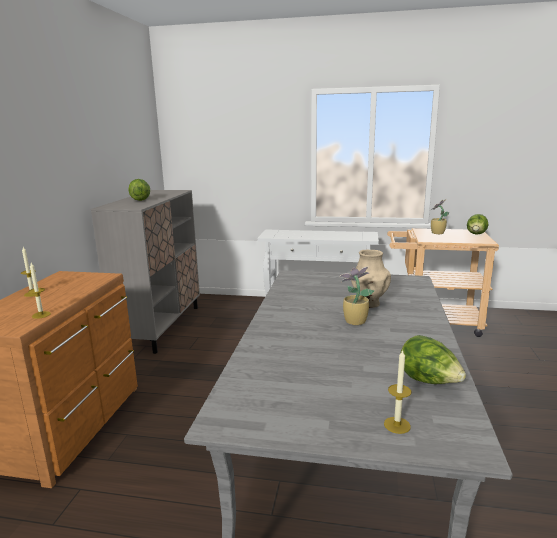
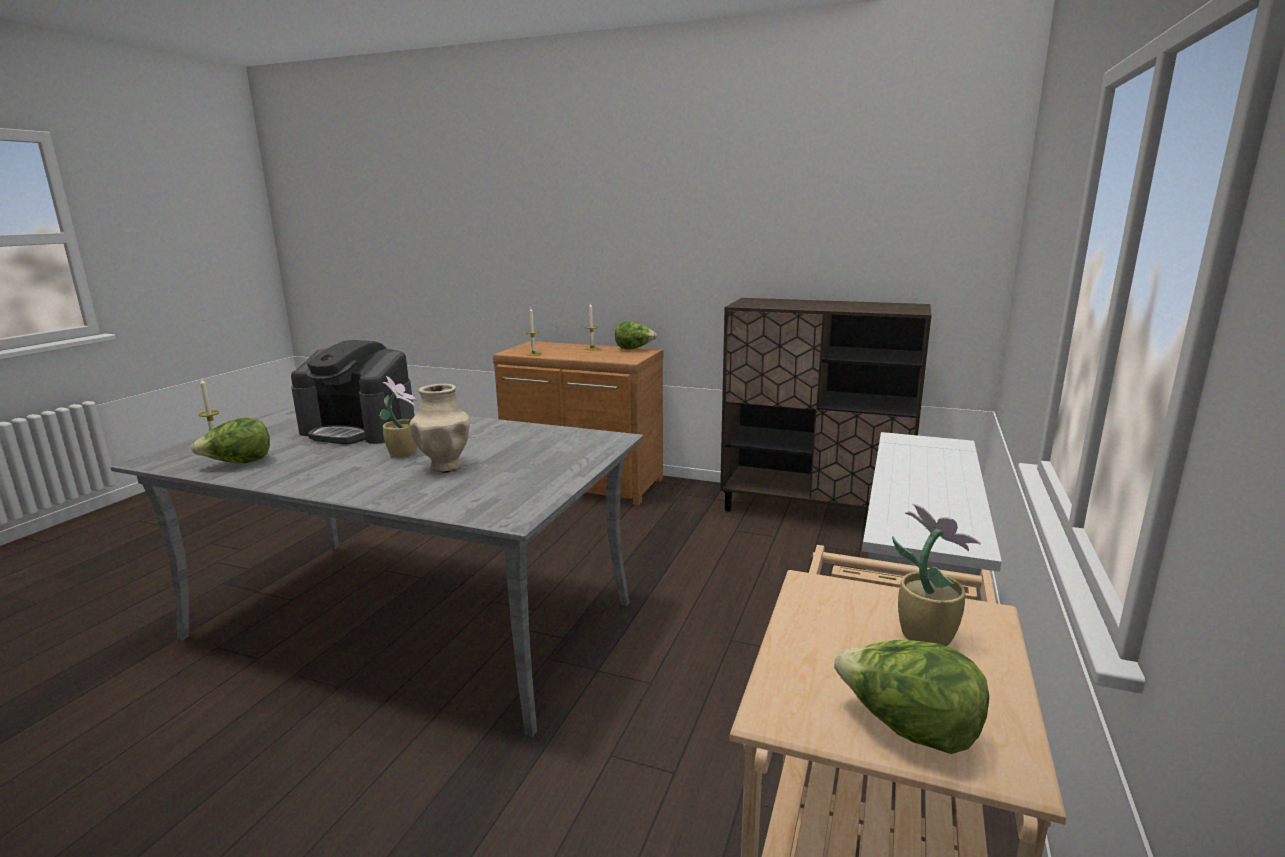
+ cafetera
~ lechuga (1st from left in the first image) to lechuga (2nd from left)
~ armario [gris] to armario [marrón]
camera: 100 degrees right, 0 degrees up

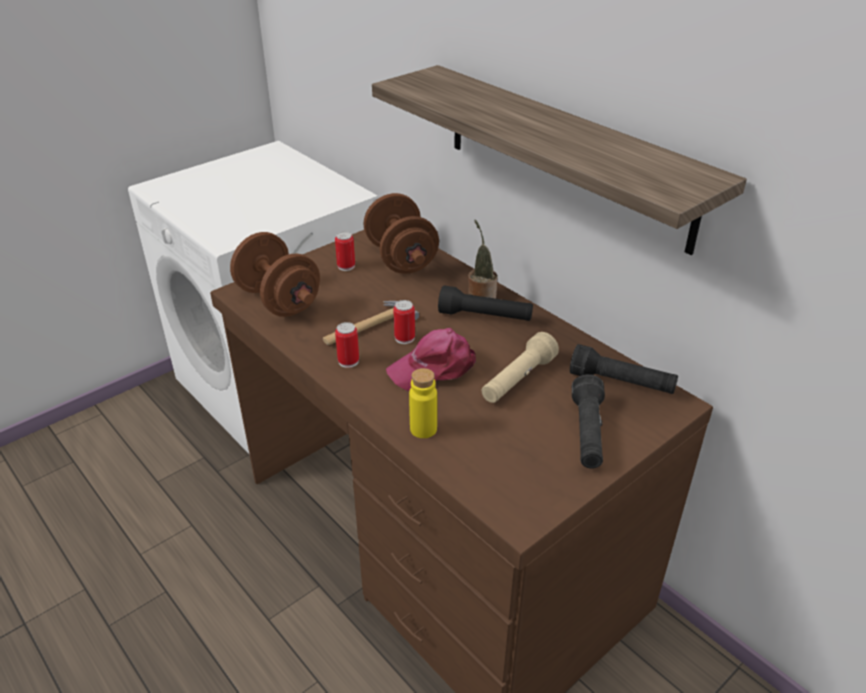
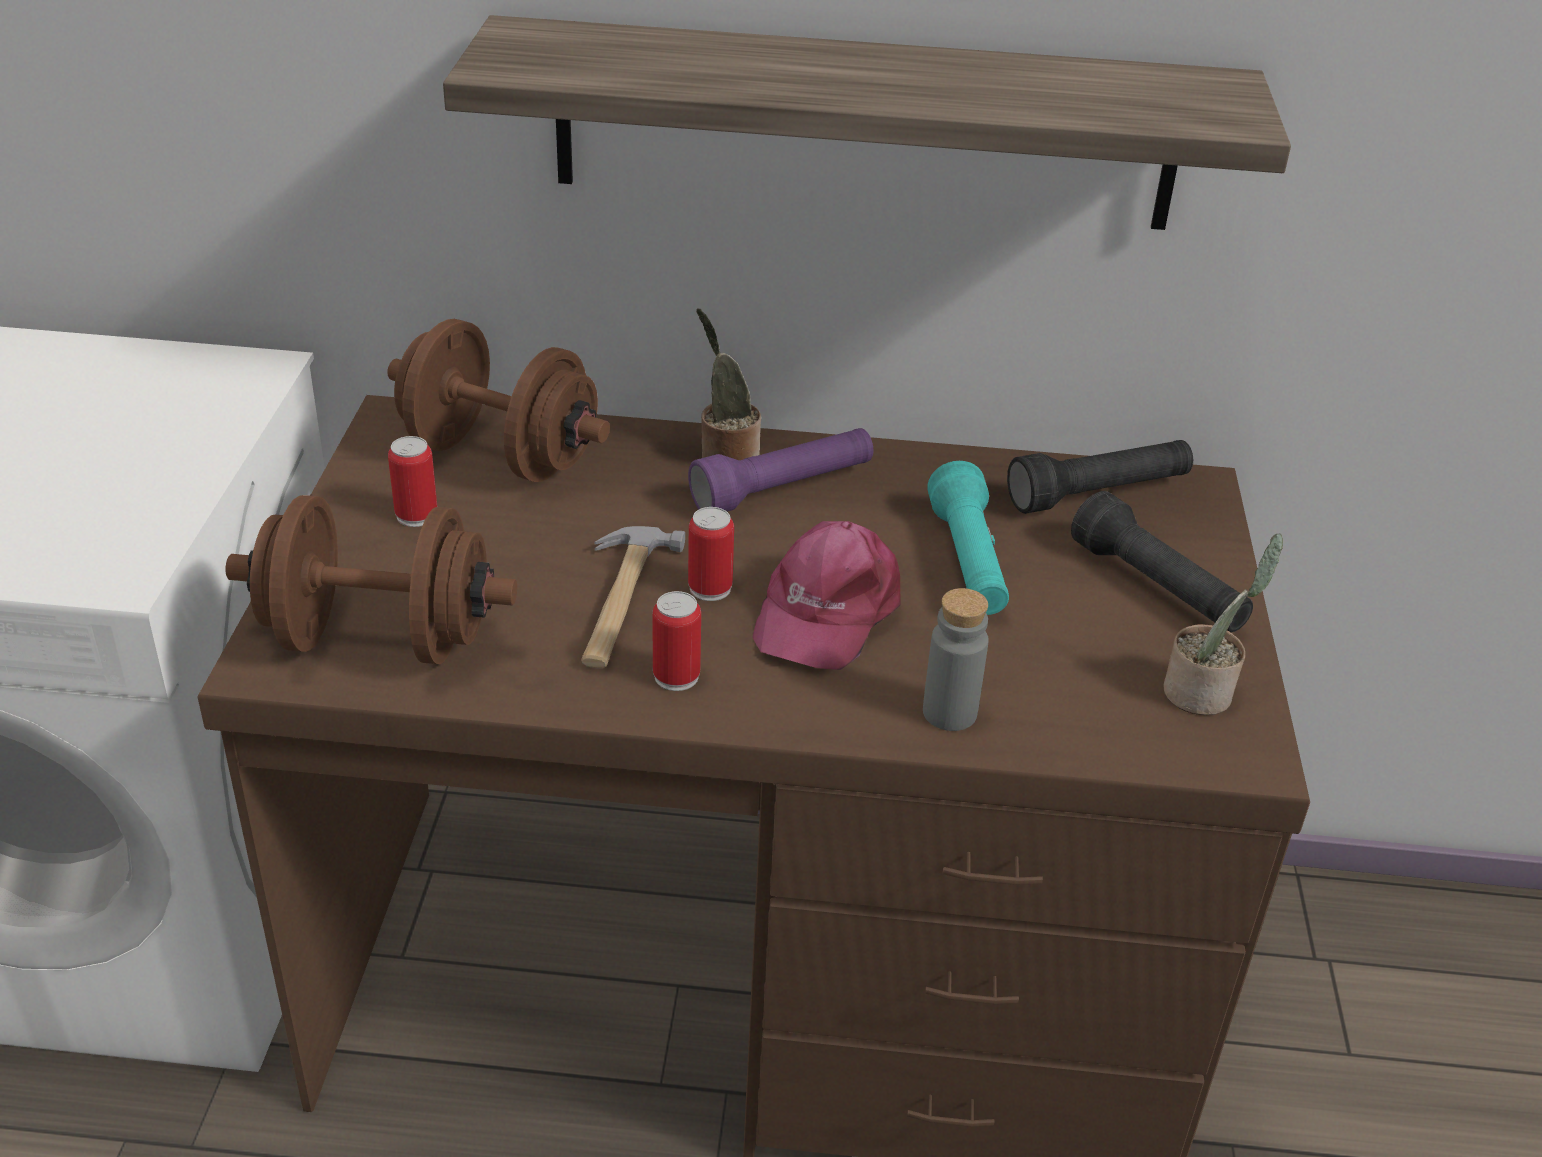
~ linterna [negro] (1st from left) to linterna [morado]
~ botella [amarillo] to botella [gris]
~ linterna [beis] to linterna [turquesa]
+ planta en maceta (2nd from left)
camera: 45 degrees left, 0 degrees up

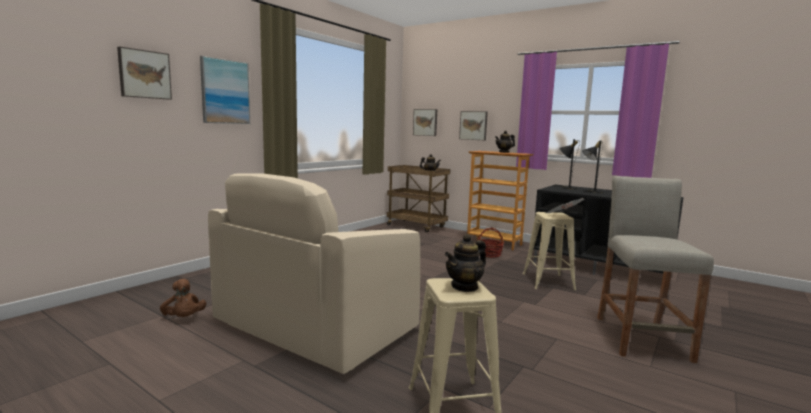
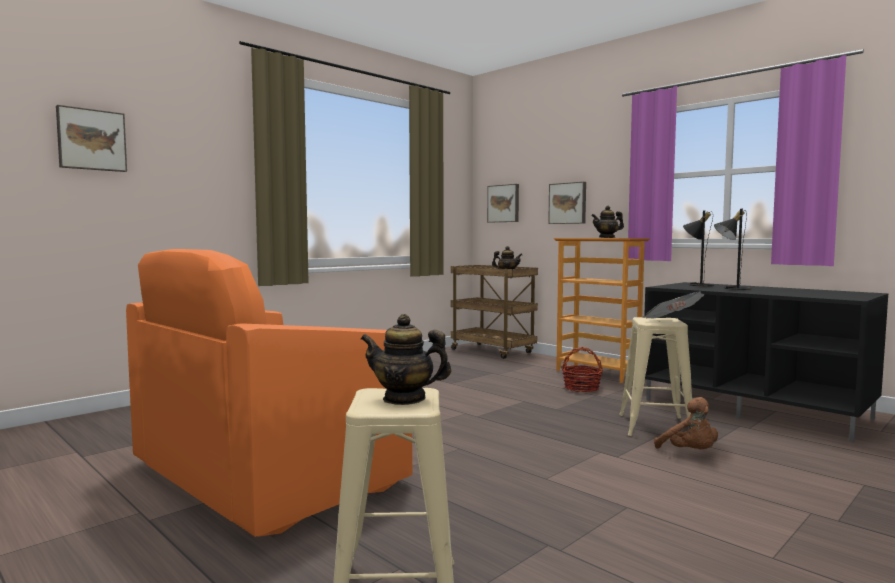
~ sillón [beis] to sillón [naranja]
~ tetera (2nd from left in the first image) 45 degrees clockwise
~ peluche [marrón]
- cuadro (2nd from left)
- taburete [beis] (3rd from left)
camera: 10 degrees right, 5 degrees down

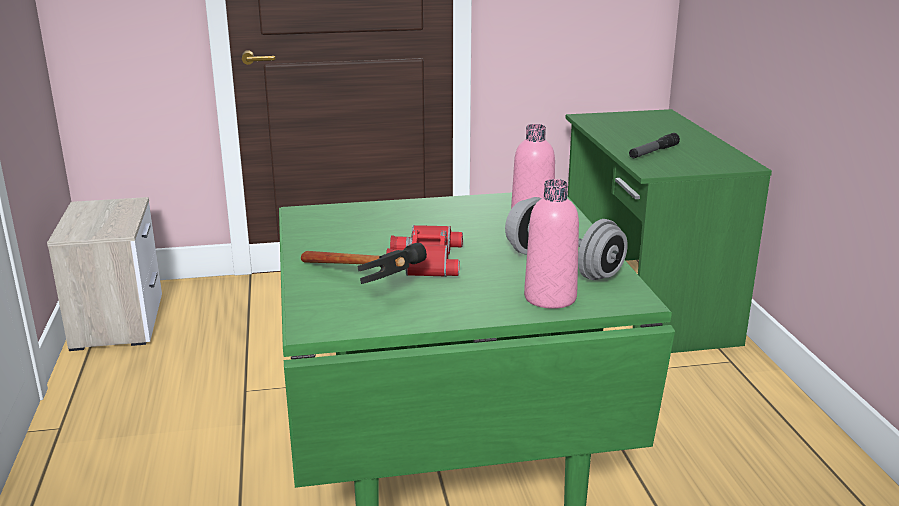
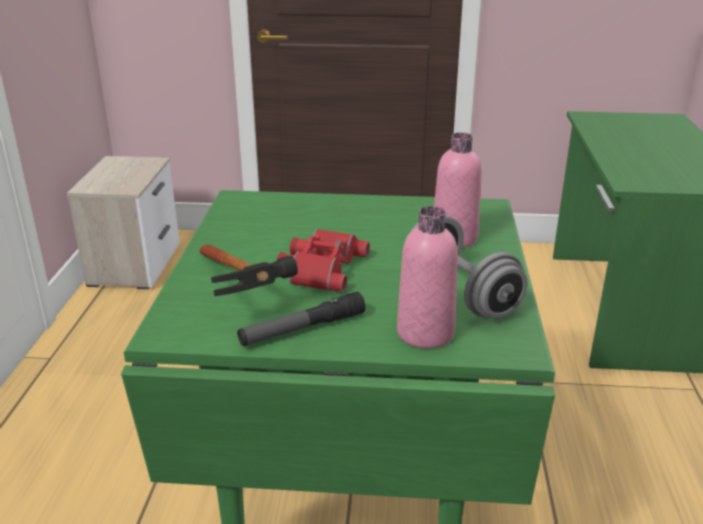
~ linterna
camera: 15 degrees right, 5 degrees up

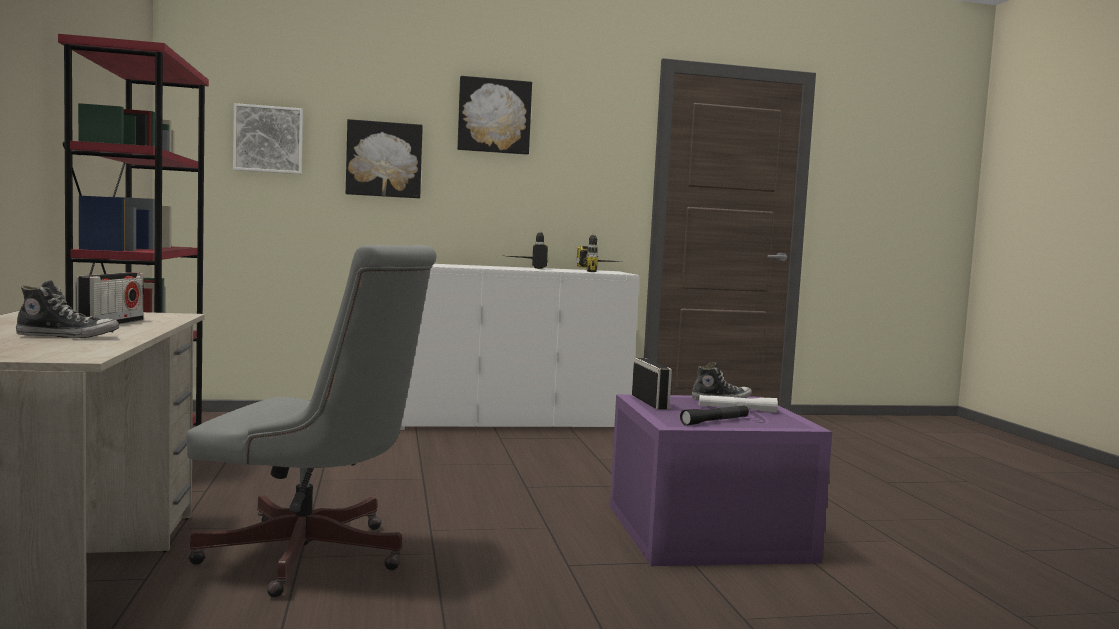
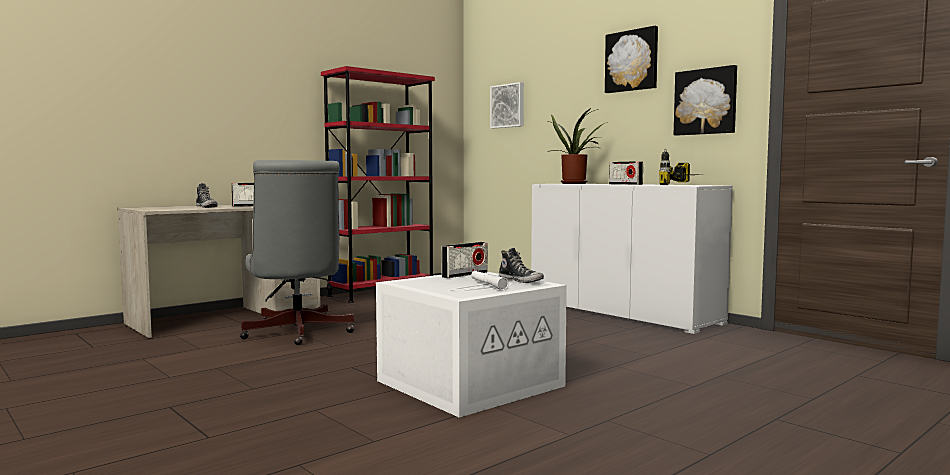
~ caja de almacenaje [morado] to caja de almacenaje [blanco]
+ planta en maceta
~ taladro (1st from left) to radio (3rd from left)
~ cuadro (2nd from left in the first image) to cuadro (3rd from left)
- linterna [negro]
camera: 60 degrees right, 0 degrees up

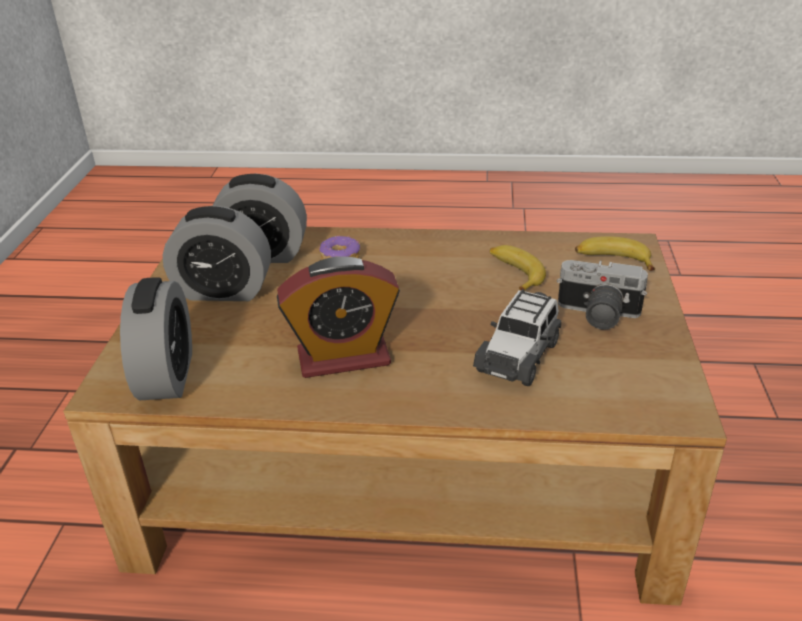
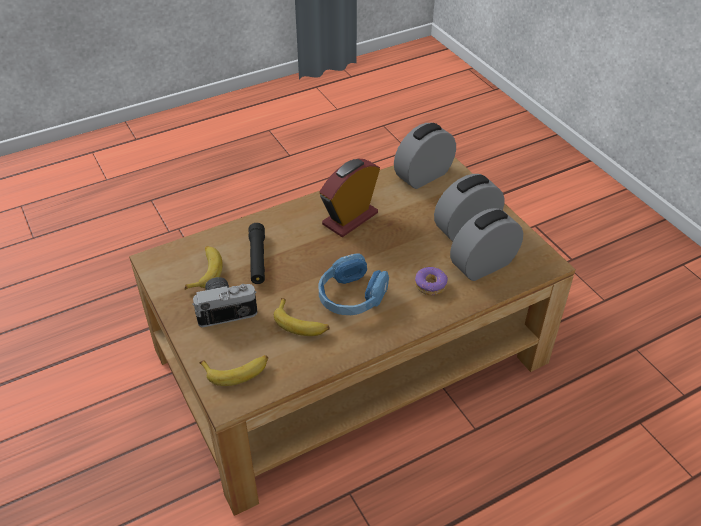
+ plátano (1st from left)
~ coche de juguete to linterna [negro]
+ auriculares [azul]
~ despertador (1st from left in the first image) 90 degrees clockwise
camera: 145 degrees right, 10 degrees up

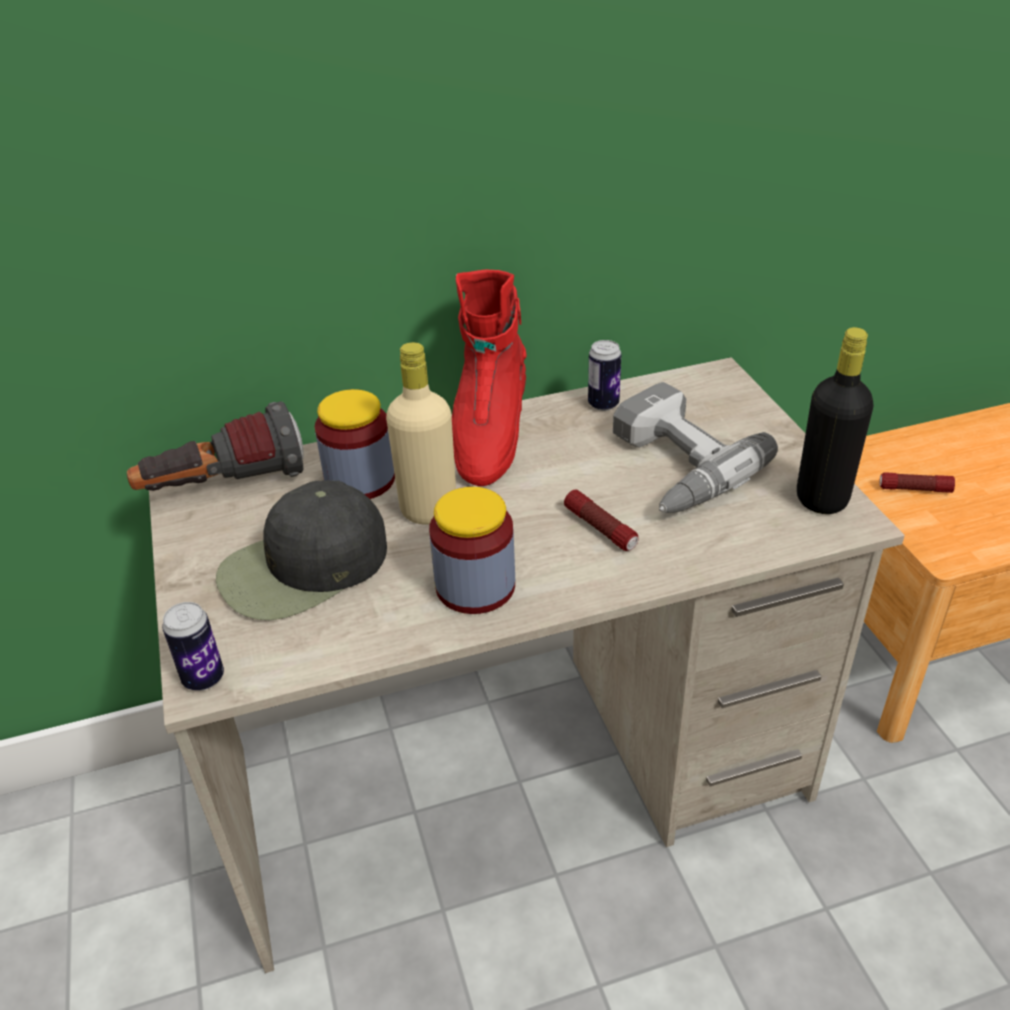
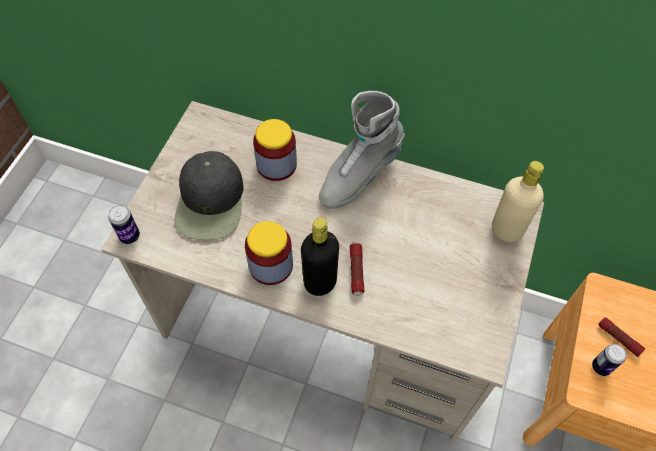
~ gorra [negro] 90 degrees counterclockwise
~ botella [negro]
~ bota [rojo] to bota [gris]
~ botella [beis]
~ lata (2nd from left)
- linterna (1st from left)
- taladro
camera: 35 degrees right, 20 degrees up

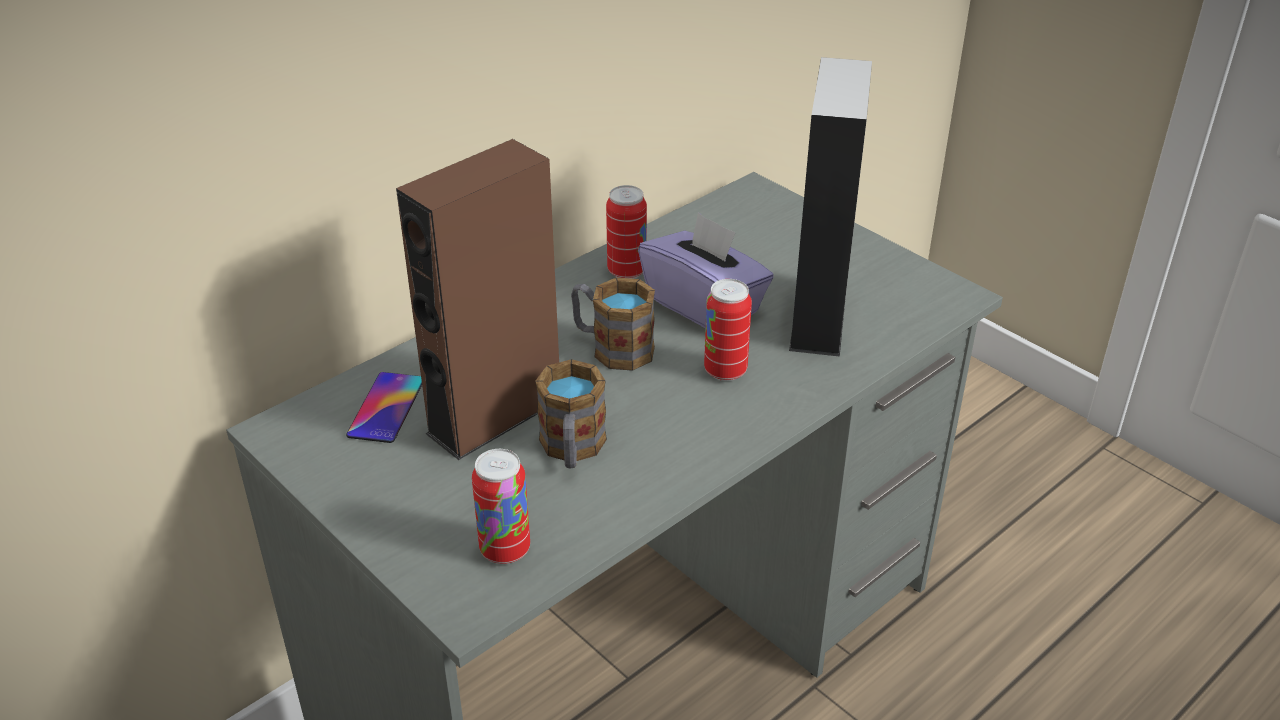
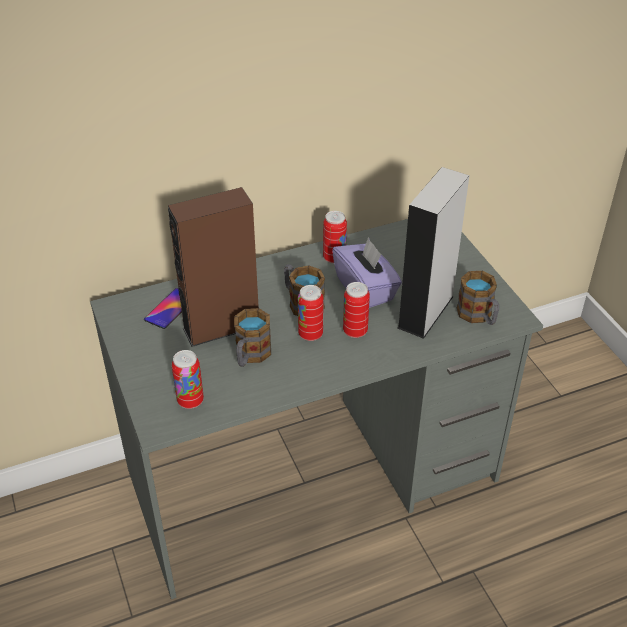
+ lata (2nd from left)
+ taza grande (3rd from left)
camera: 20 degrees right, 5 degrees up

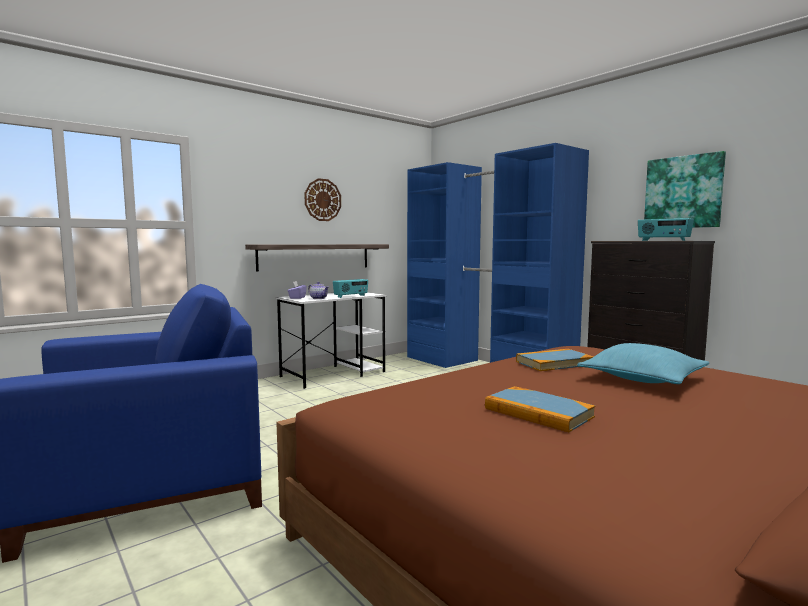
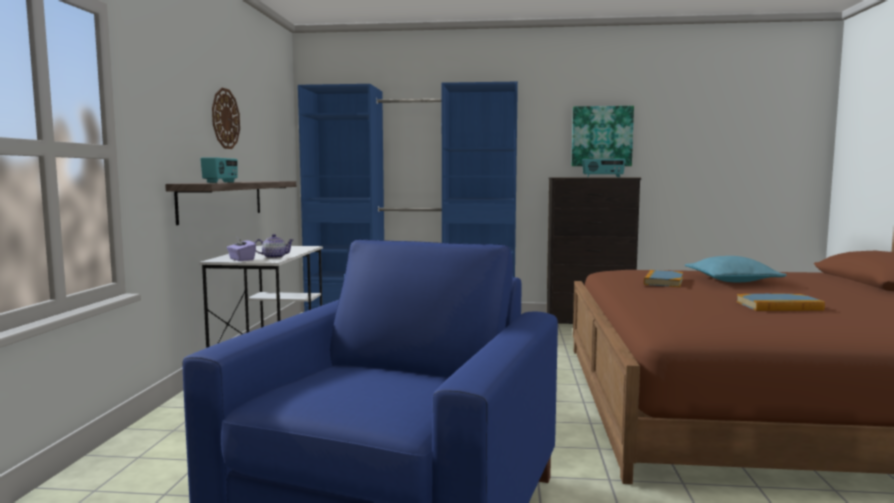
~ radio (1st from left)
camera: 45 degrees left, 0 degrees up

